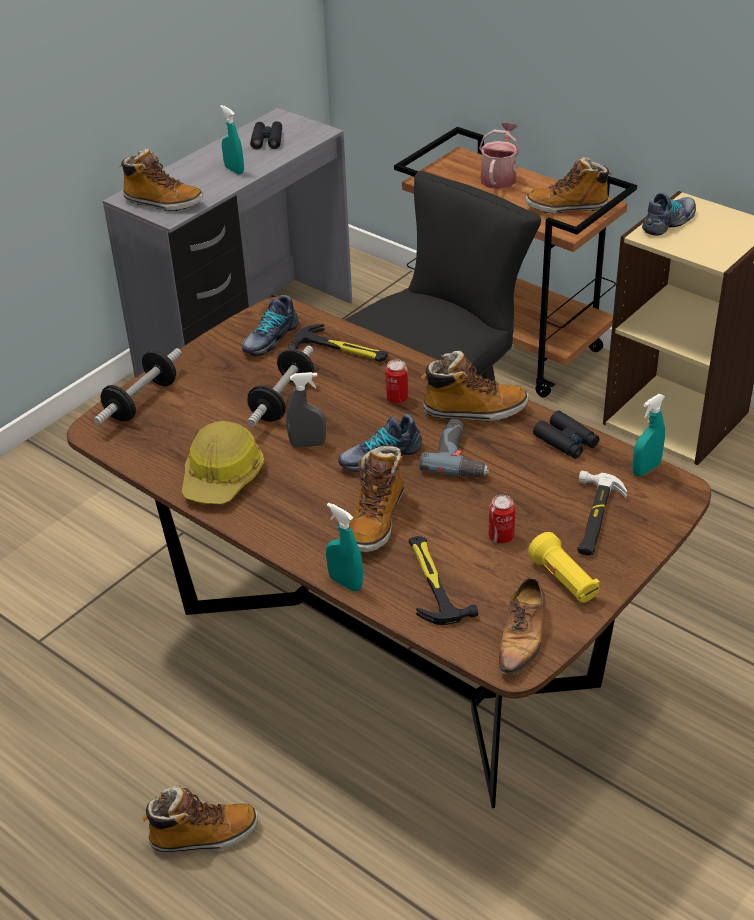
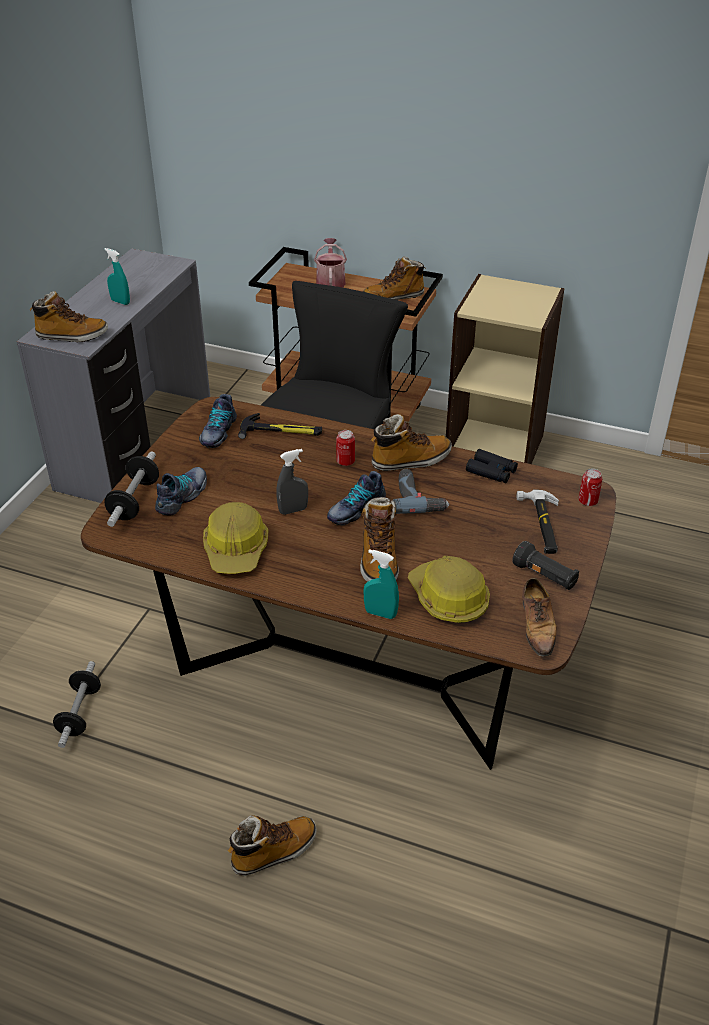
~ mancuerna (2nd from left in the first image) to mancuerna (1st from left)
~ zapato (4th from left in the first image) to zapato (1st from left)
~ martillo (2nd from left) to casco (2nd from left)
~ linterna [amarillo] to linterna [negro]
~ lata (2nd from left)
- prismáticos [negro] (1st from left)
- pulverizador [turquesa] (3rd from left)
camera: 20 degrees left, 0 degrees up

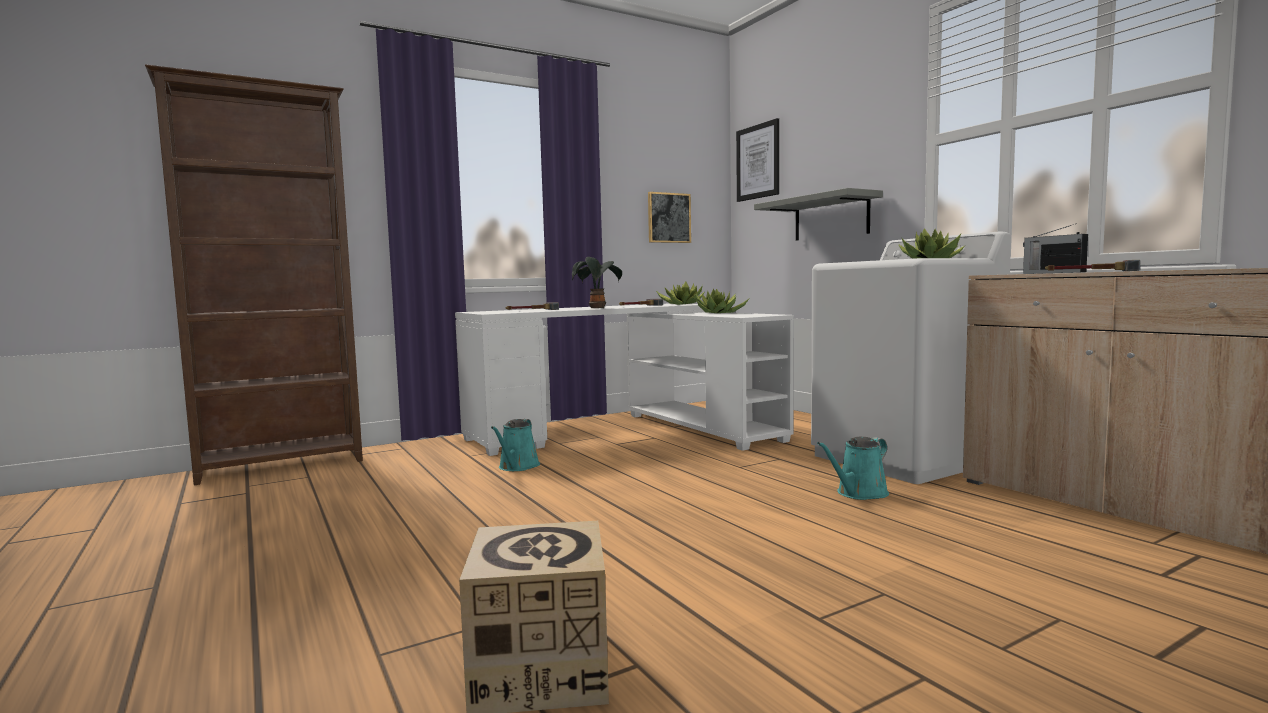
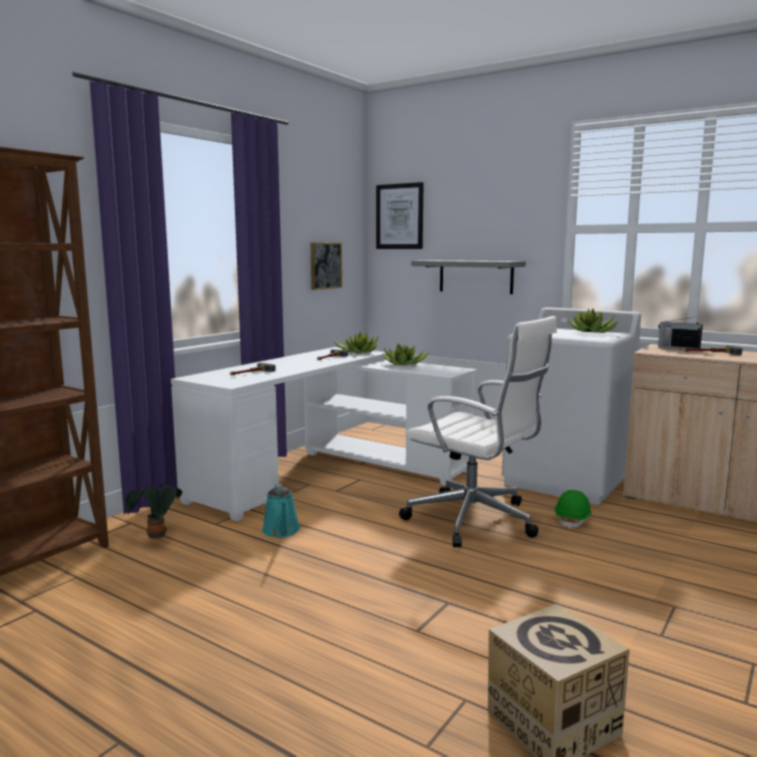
~ planta en maceta (1st from left)
+ silla de oficina [blanco]
~ regadera [turquesa] (2nd from left) to casco [verde]
camera: 25 degrees left, 5 degrees up

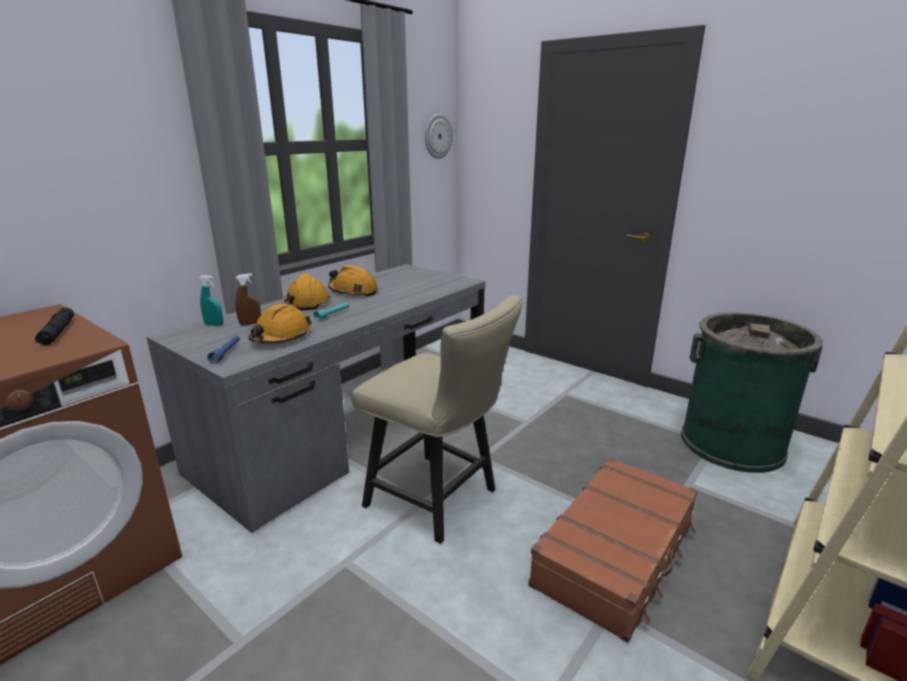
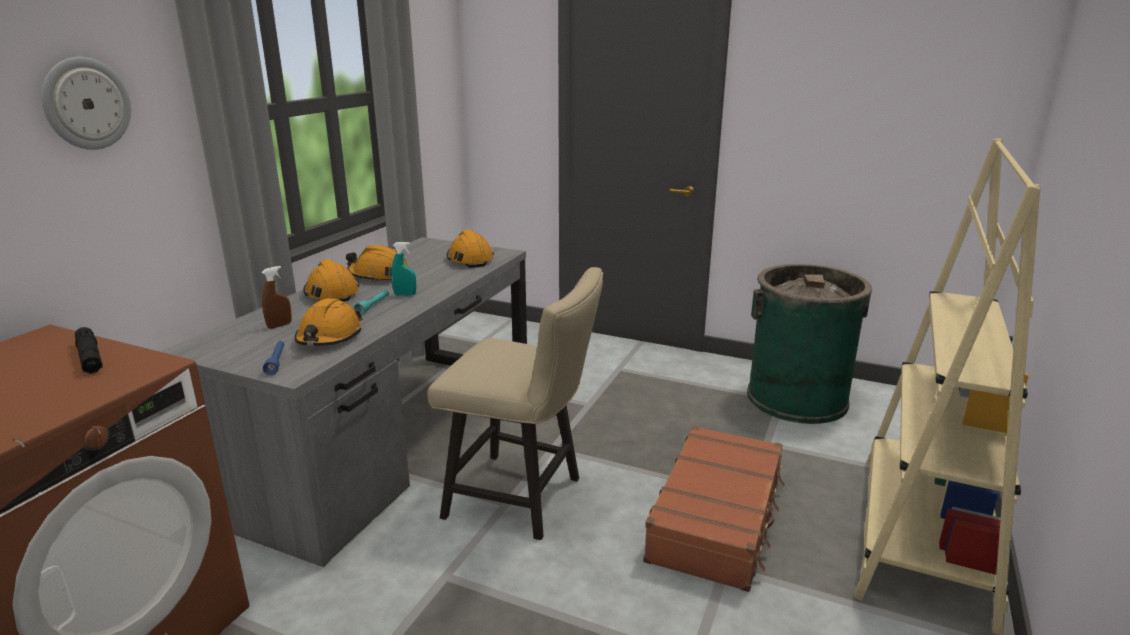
~ reloj de pared
~ pulverizador [turquesa]
+ casco [naranja] (4th from left)
camera: 15 degrees left, 0 degrees up

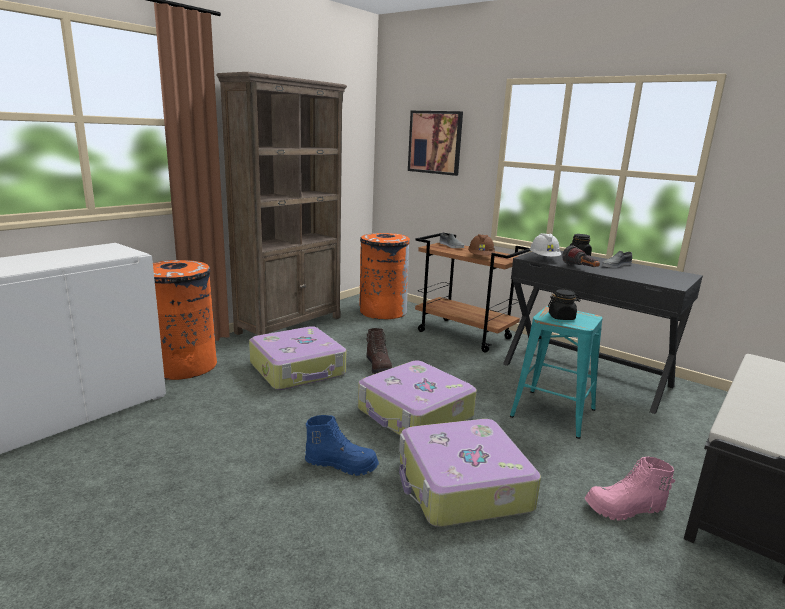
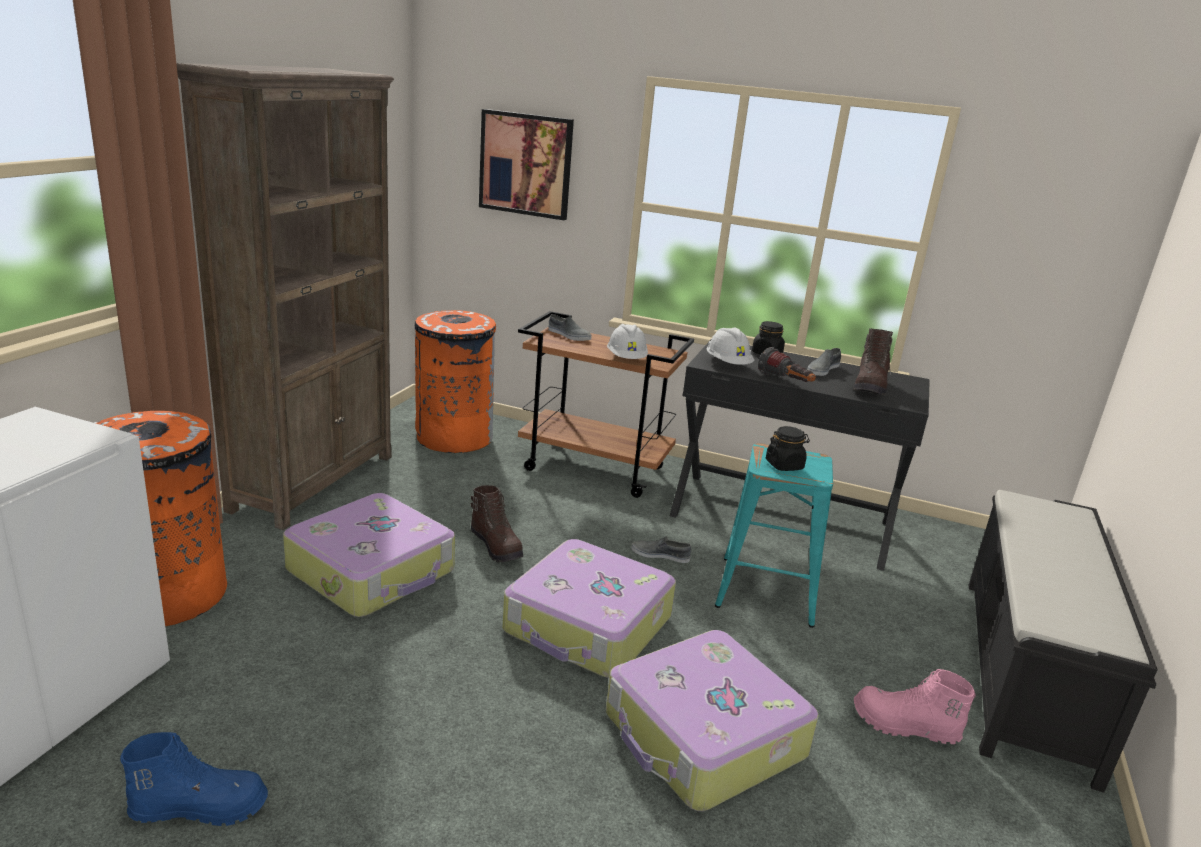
~ bota [azul]
~ casco [marrón] to casco [blanco] (1st from left)
+ zapato [gris] (2nd from left)
+ bota [marrón] (2nd from left)
~ bota [rosa] 45 degrees clockwise
camera: 20 degrees left, 5 degrees up

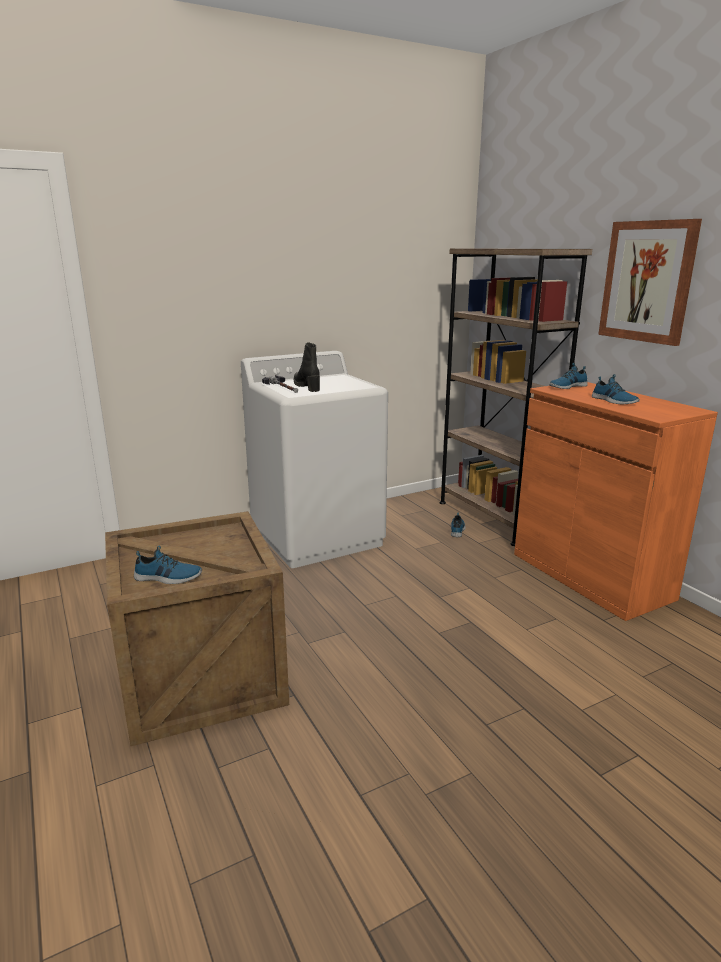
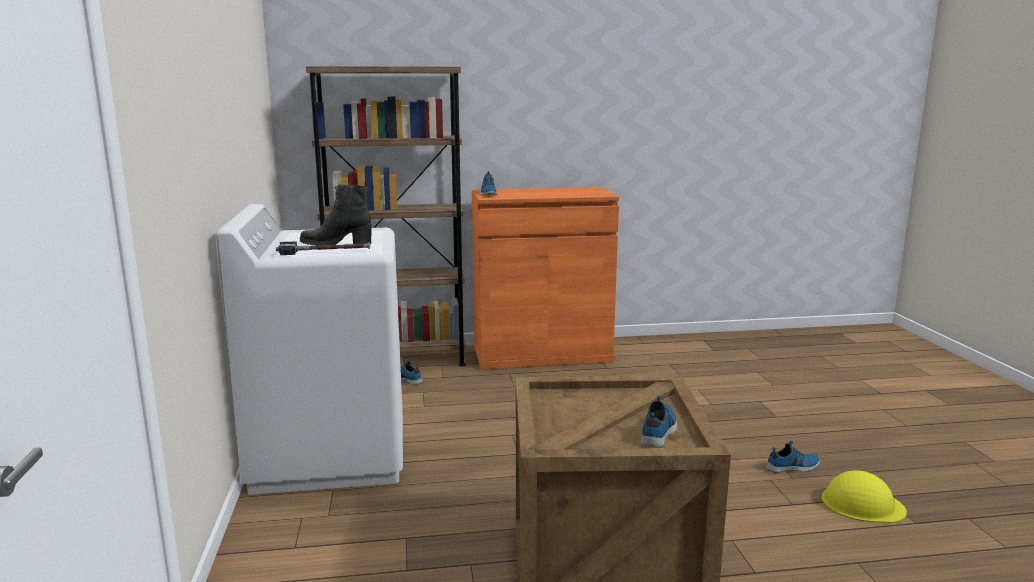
~ zapato (4th from left)
+ casco [amarillo]
- cuadro
camera: 70 degrees left, 5 degrees down

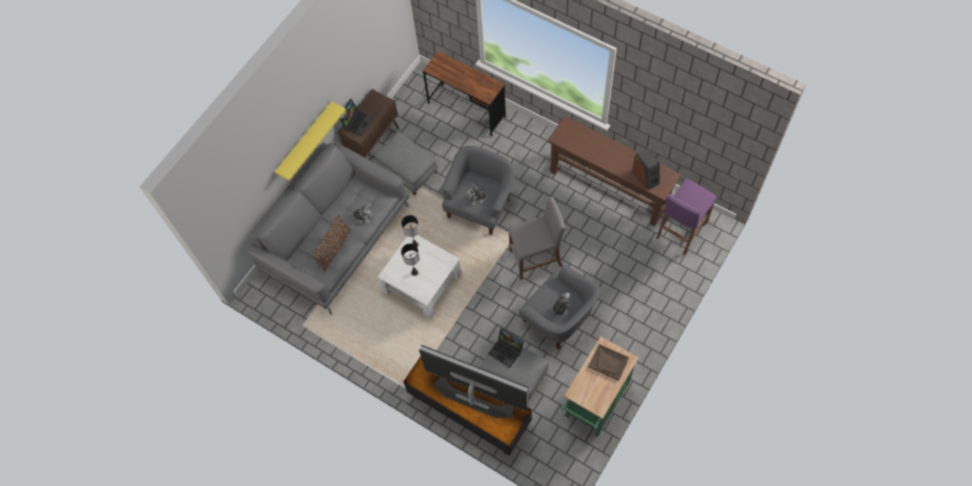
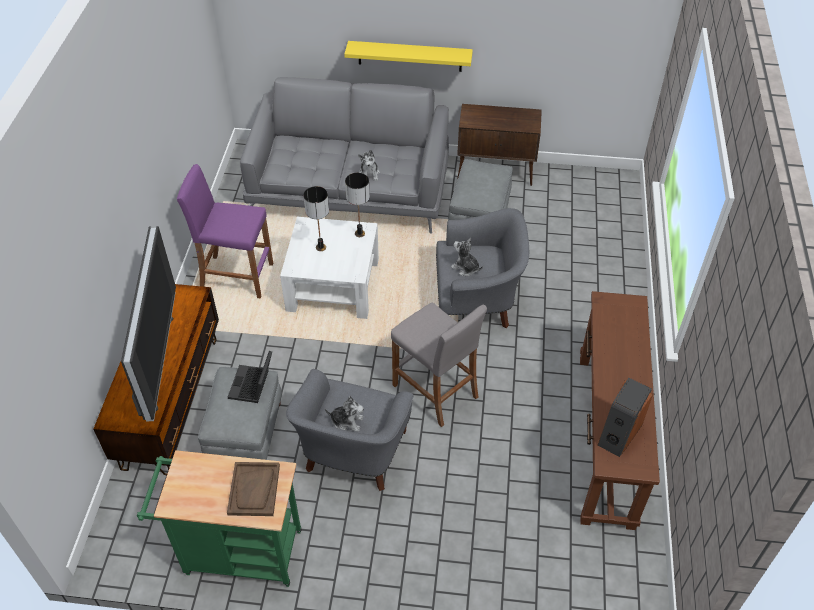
~ taburete [morado]
- cojín [marrón]
- portátil (1st from left)
- escritorio [marrón]
camera: 60 degrees right, 15 degrees down

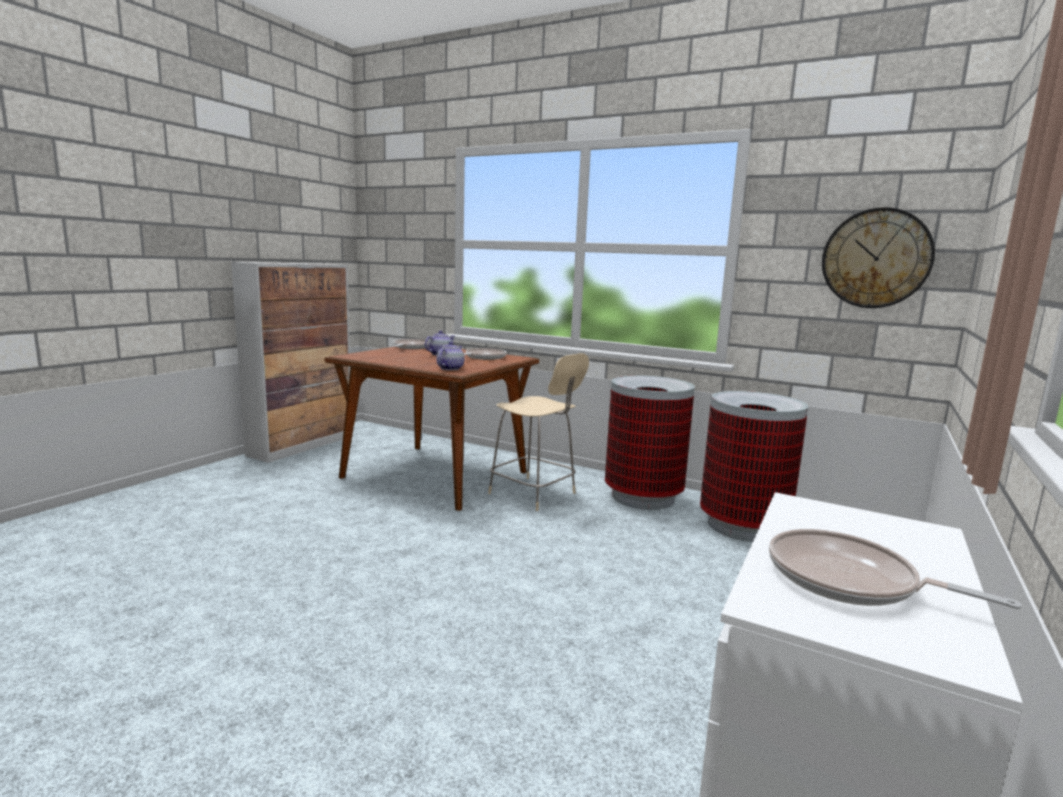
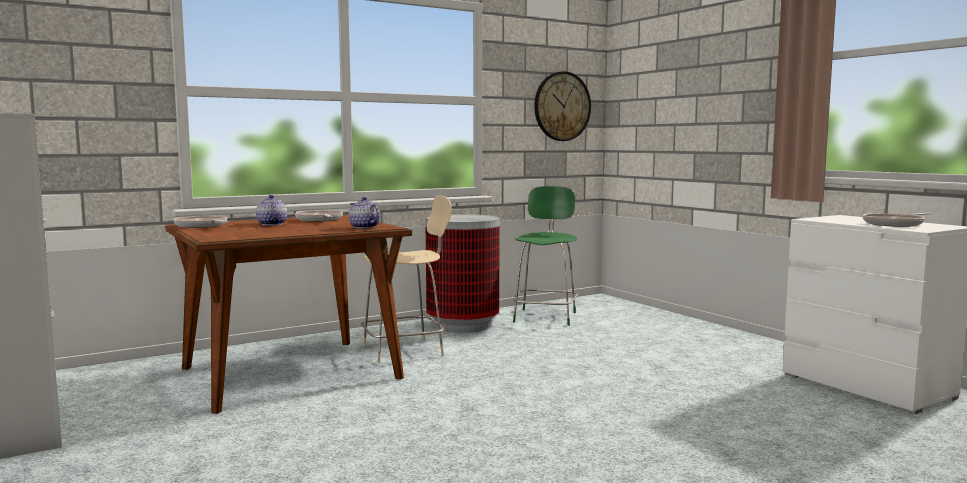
~ papelera (2nd from left) to taburete [verde]
camera: 60 degrees left, 5 degrees down

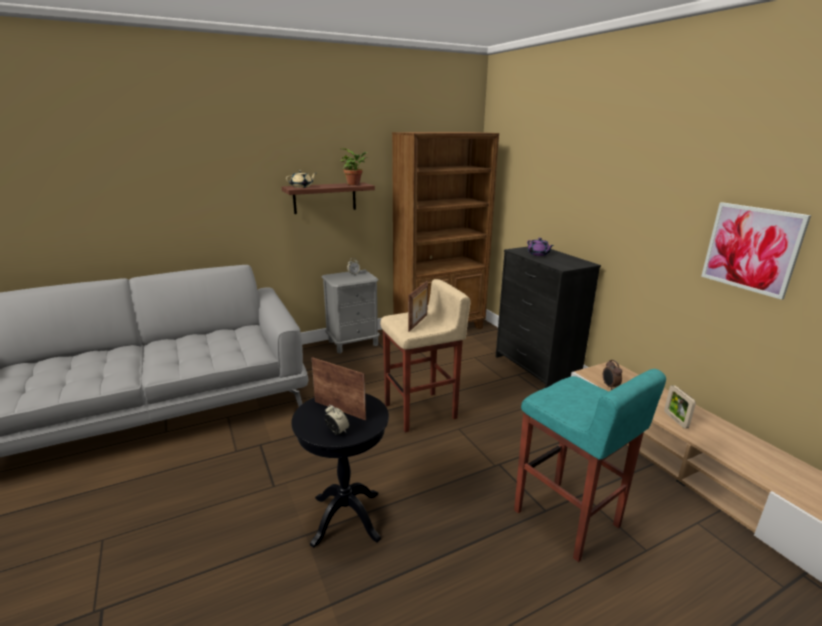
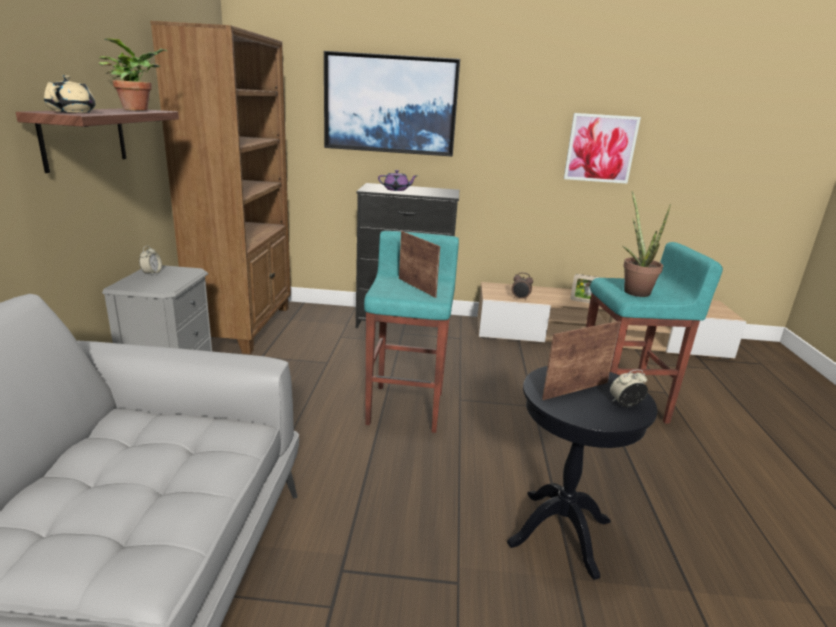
+ cuadro (1st from left)
~ taburete [beis] to taburete [turquesa] (1st from left)
+ planta en maceta (2nd from left)
camera: 60 degrees left, 0 degrees up

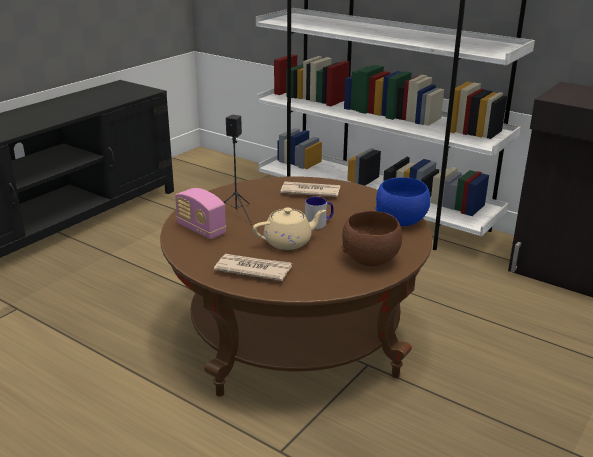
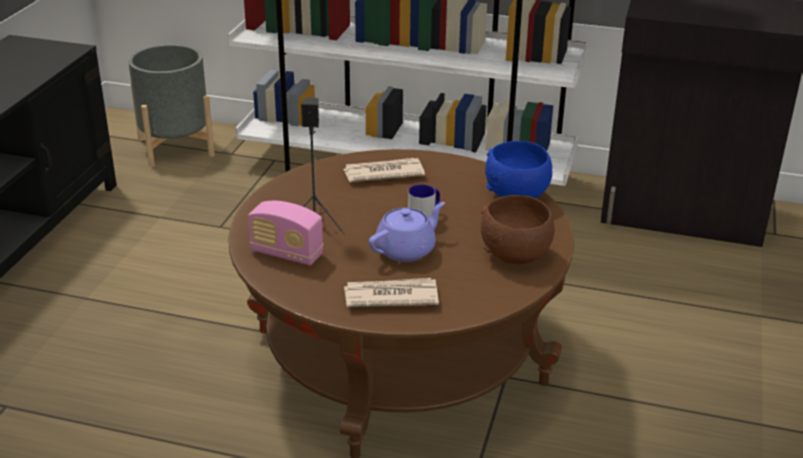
+ maceta [gris]
~ tetera [beis] to tetera [morado]
camera: 20 degrees left, 5 degrees up

